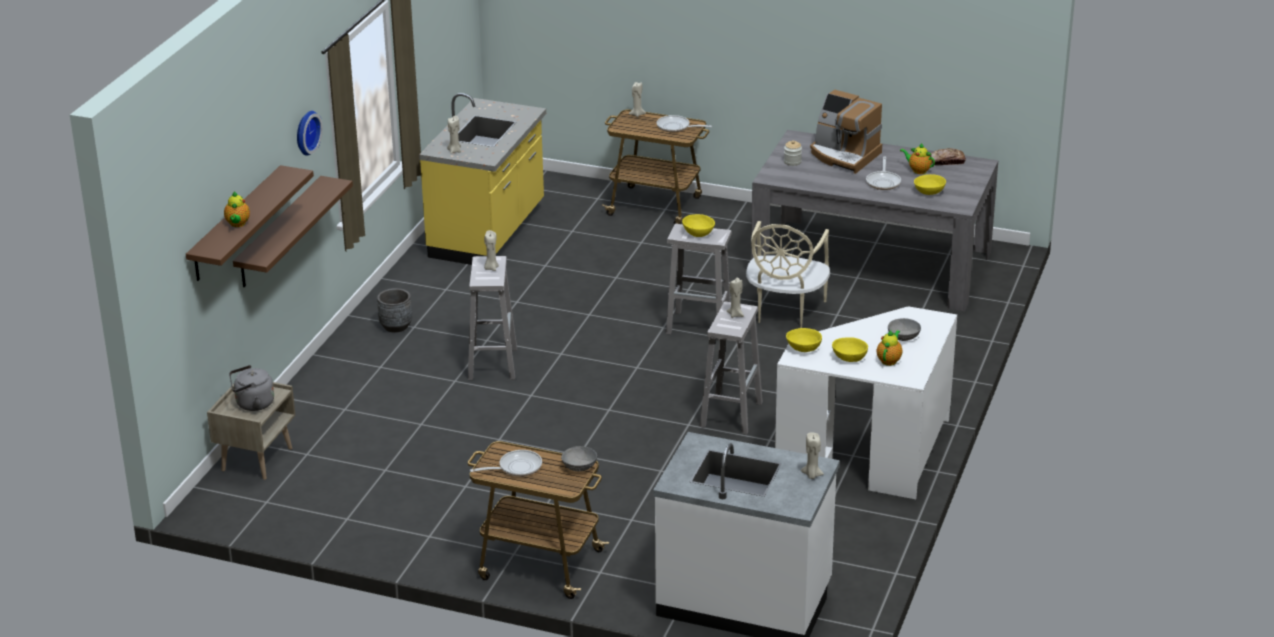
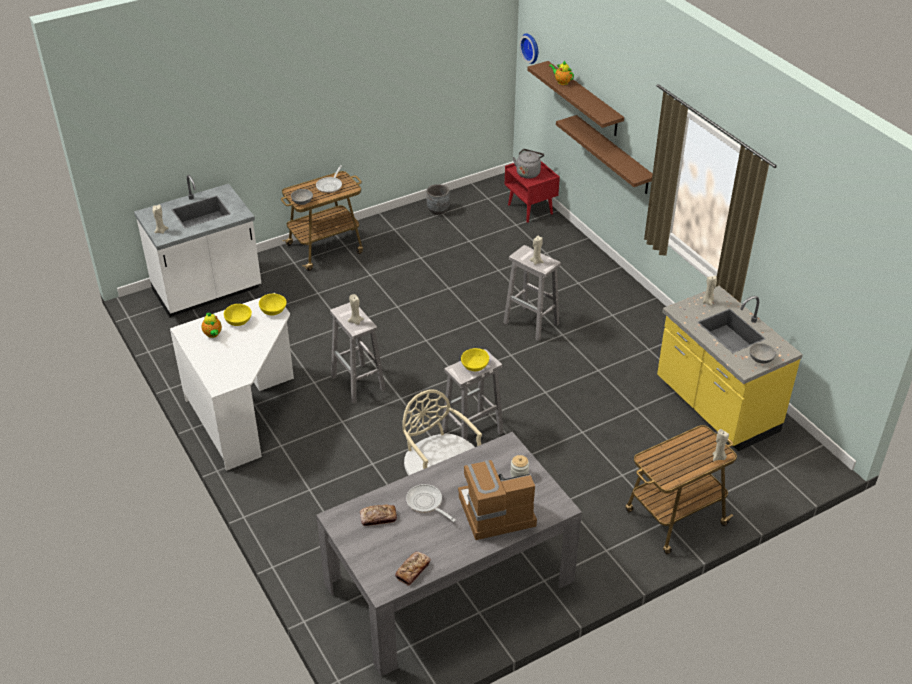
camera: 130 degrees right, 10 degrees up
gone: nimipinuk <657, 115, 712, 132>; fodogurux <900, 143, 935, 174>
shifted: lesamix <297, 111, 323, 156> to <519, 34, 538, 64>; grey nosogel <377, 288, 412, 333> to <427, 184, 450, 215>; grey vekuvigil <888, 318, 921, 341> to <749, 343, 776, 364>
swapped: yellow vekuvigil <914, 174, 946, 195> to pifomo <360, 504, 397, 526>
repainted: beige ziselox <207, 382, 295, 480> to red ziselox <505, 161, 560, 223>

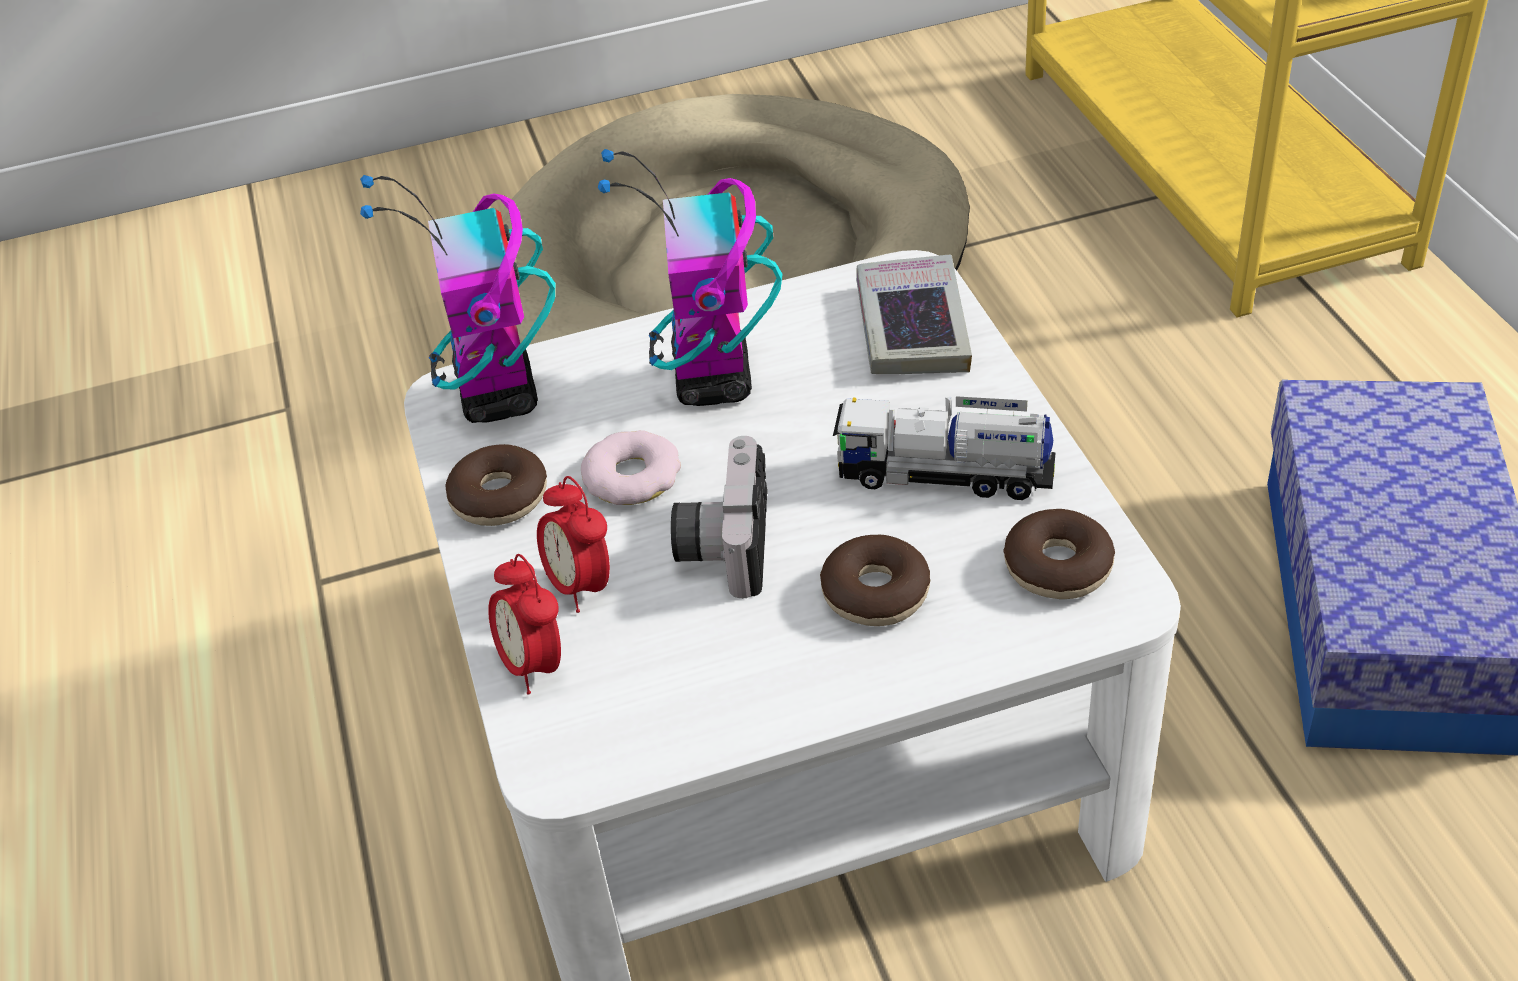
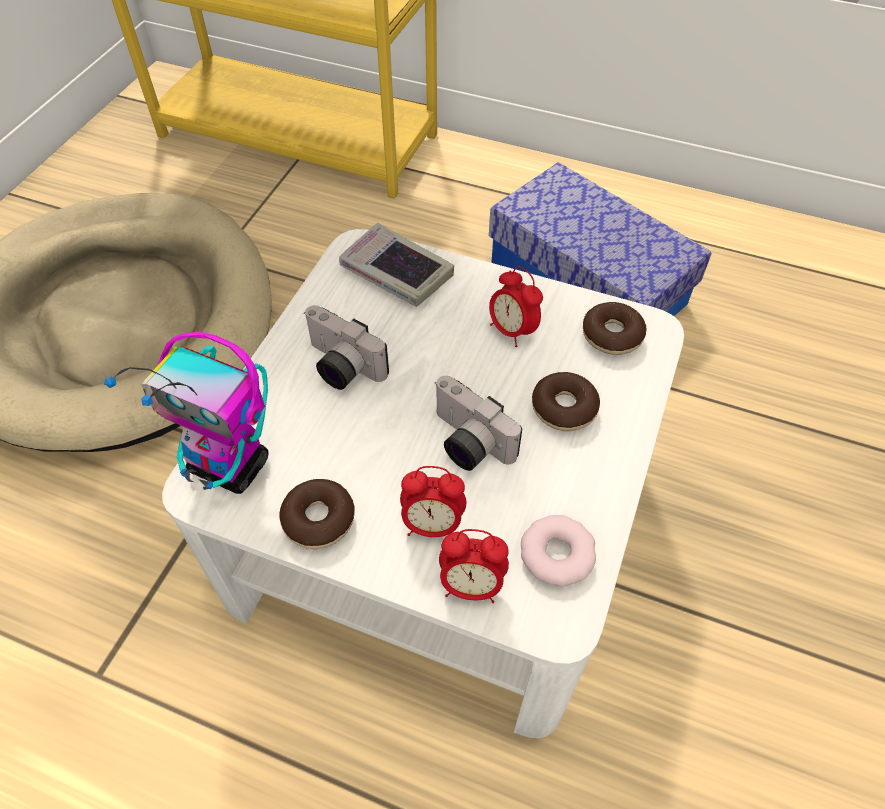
camera: 55 degrees left, 10 degrees up
shifted: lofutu <581, 430, 681, 505> to <521, 515, 596, 587>
swapped: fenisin <598, 149, 783, 406> to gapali <304, 305, 389, 390>; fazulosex <833, 396, 1056, 500> to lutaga <489, 267, 543, 347>

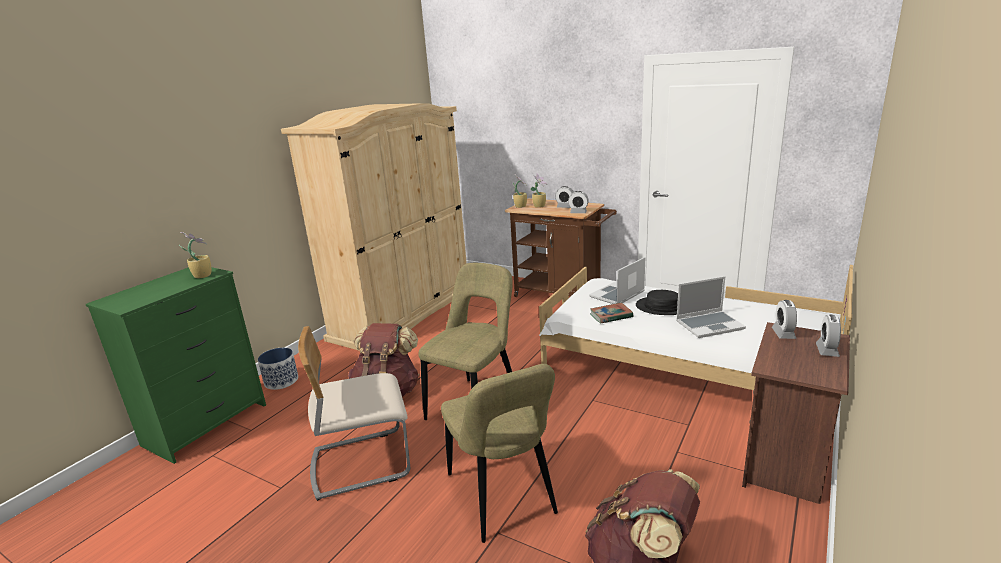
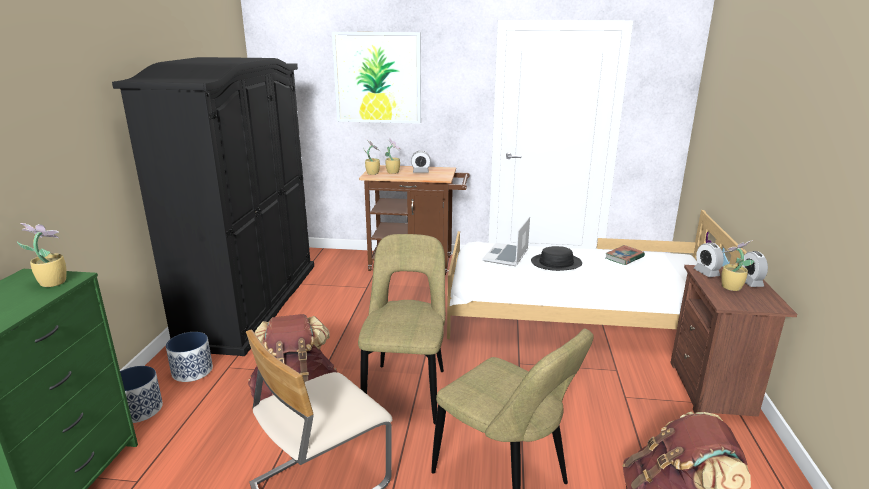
camera: 25 degrees left, 0 degrees up
gone: lutaga <568, 191, 589, 213>; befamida <676, 276, 746, 338>
new: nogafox <332, 32, 421, 124>; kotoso <721, 241, 754, 291>; nosogel <166, 332, 213, 382>
shifted: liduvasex <590, 303, 633, 324> to <605, 245, 645, 265>
repainted: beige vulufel <281, 103, 467, 351> to black vulufel <112, 57, 314, 356>

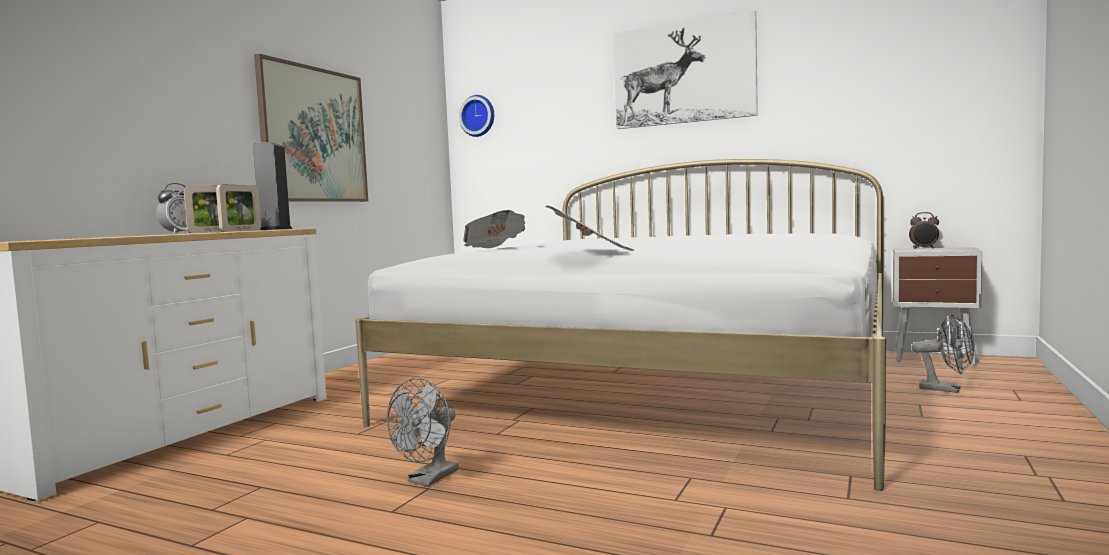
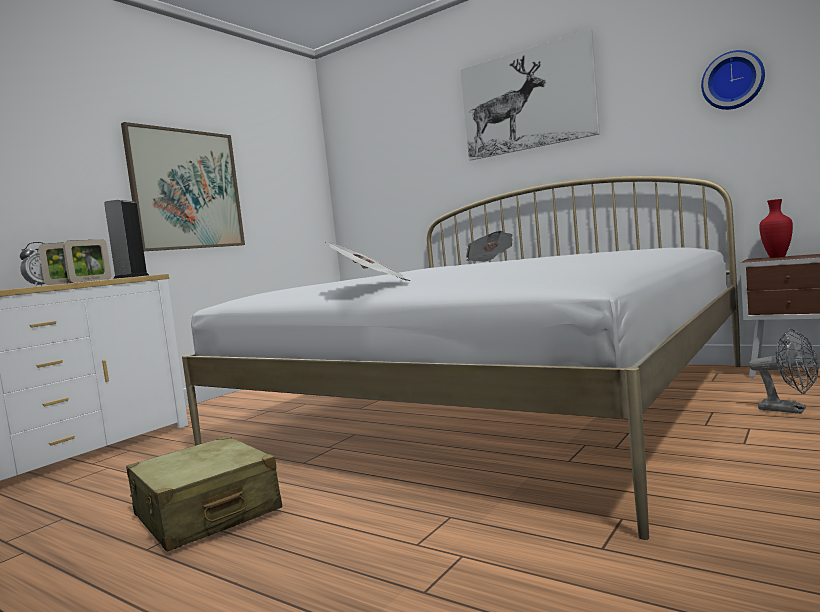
camera: 10 degrees right, 0 degrees up
shifted: lesamix <459, 95, 494, 137> to <701, 50, 765, 110>; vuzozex <463, 210, 525, 248> to <466, 231, 513, 262>
swapped: lutaga <909, 212, 939, 249> to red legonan <759, 199, 793, 258>; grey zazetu <387, 378, 459, 486> to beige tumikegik <126, 436, 282, 552>

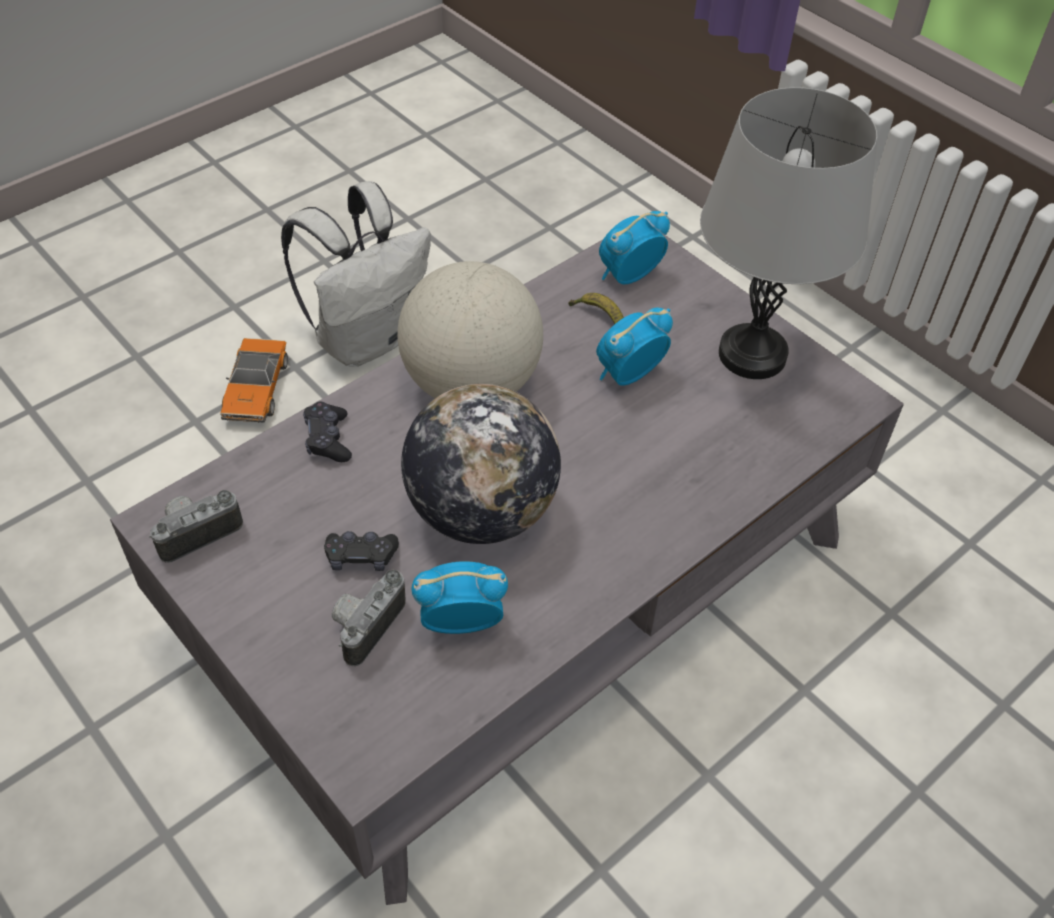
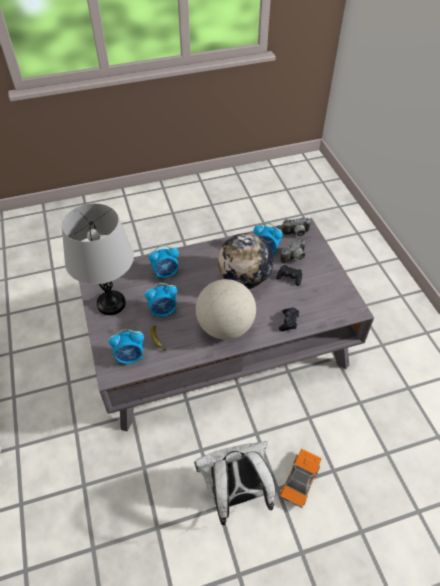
camera: 155 degrees left, 0 degrees up
new: lutaga <148, 245, 179, 279>
shifted: gapali <149, 490, 243, 563> to <282, 218, 311, 237>

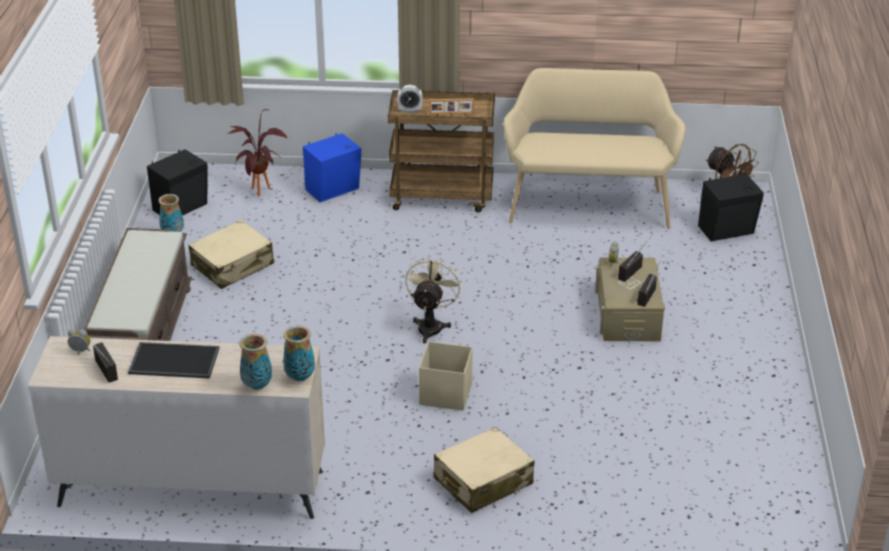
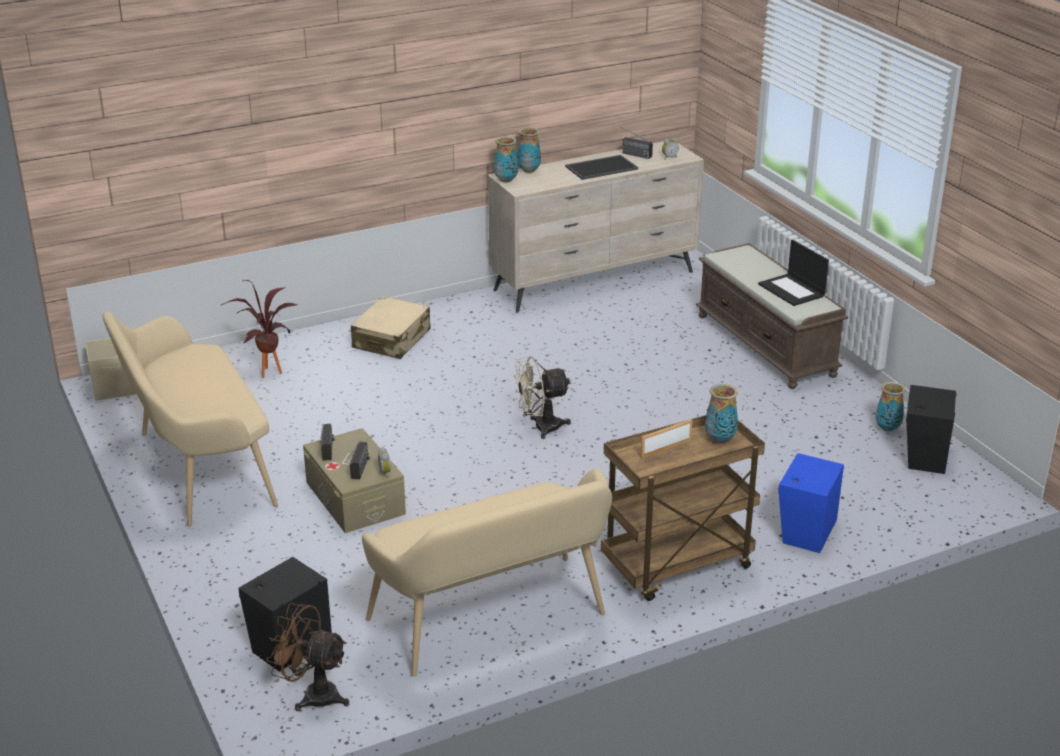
camera: 150 degrees right, 5 degrees down
gone: beige tumikegik <189, 220, 274, 289>
new: befamida <758, 240, 829, 306>; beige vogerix <103, 312, 278, 526>
shifted: kotoso <229, 109, 288, 197> to <221, 280, 297, 378>; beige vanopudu <419, 341, 473, 411> to <85, 338, 136, 401>
swapped: lutaga <397, 85, 423, 112> to legonan <705, 384, 738, 443>
rotated: beige zazetu <405, 255, 462, 343> = <514, 356, 571, 439> 90 degrees clockwise

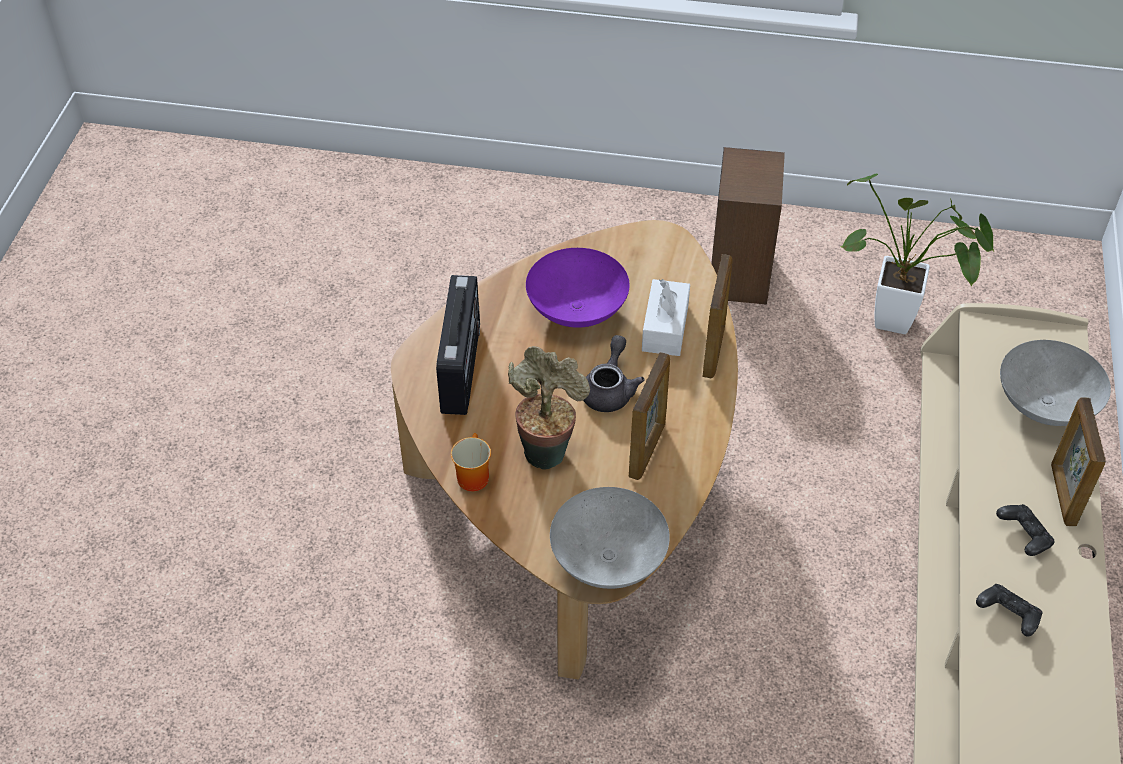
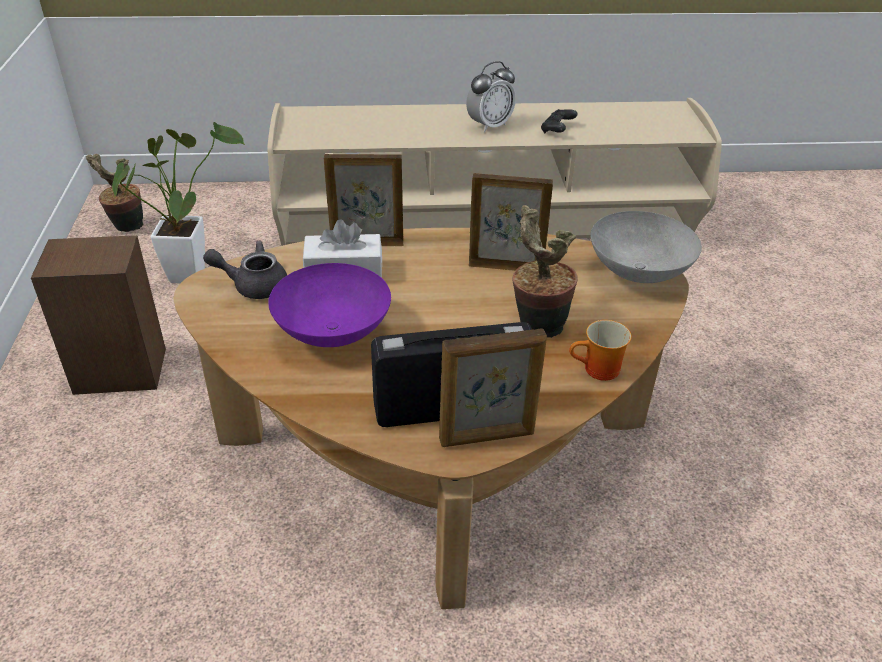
camera: 105 degrees left, 10 degrees down
gone: grey vekuvigil <1000, 340, 1111, 426>
new: kotoso <86, 154, 143, 232>
shifted: grey fodogurux <583, 335, 645, 412> to <203, 241, 287, 299>; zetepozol <1051, 397, 1106, 526> to <439, 328, 547, 447>
swapped: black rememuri <996, 504, 1055, 556> to lutaga <466, 61, 516, 133>

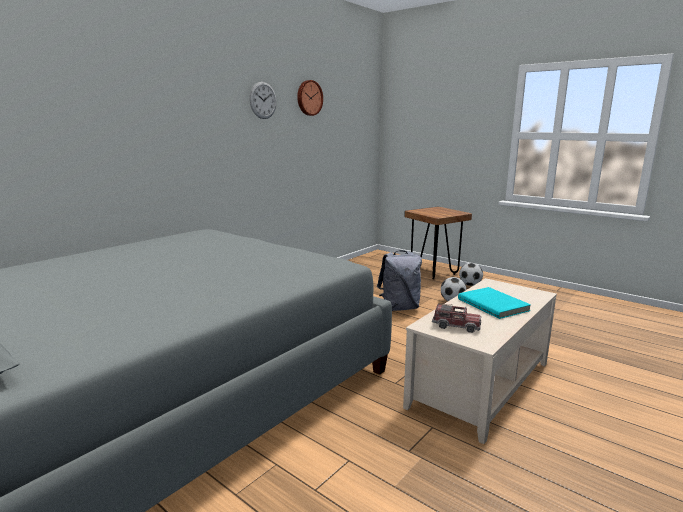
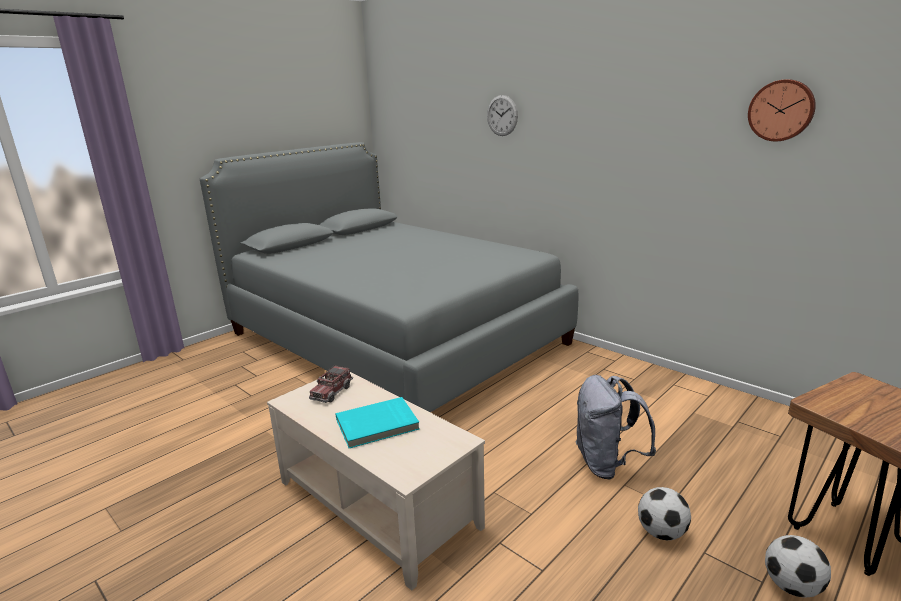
camera: 95 degrees right, 5 degrees up
shifted: lesamix <249, 82, 277, 119> to <487, 95, 518, 136>

